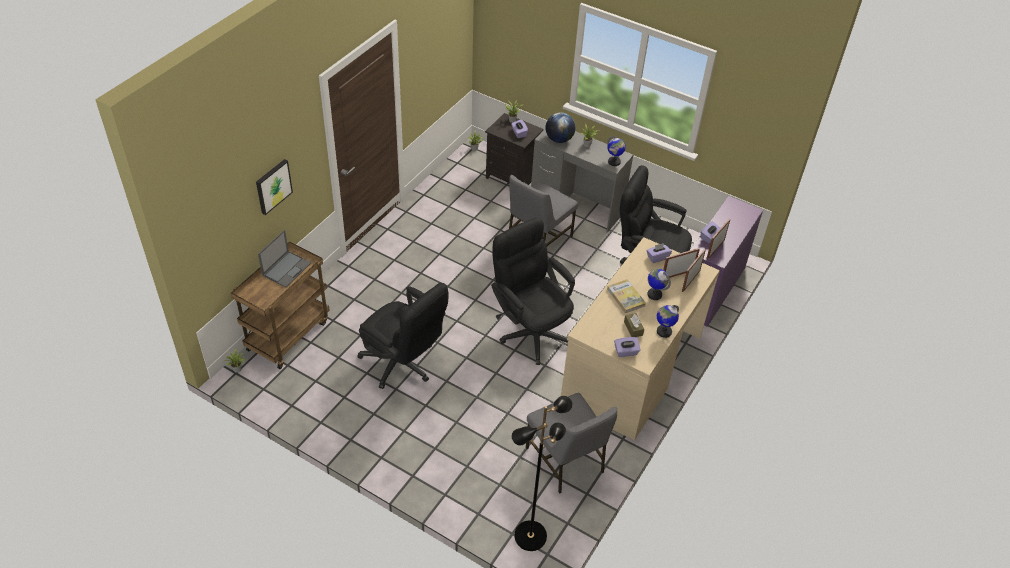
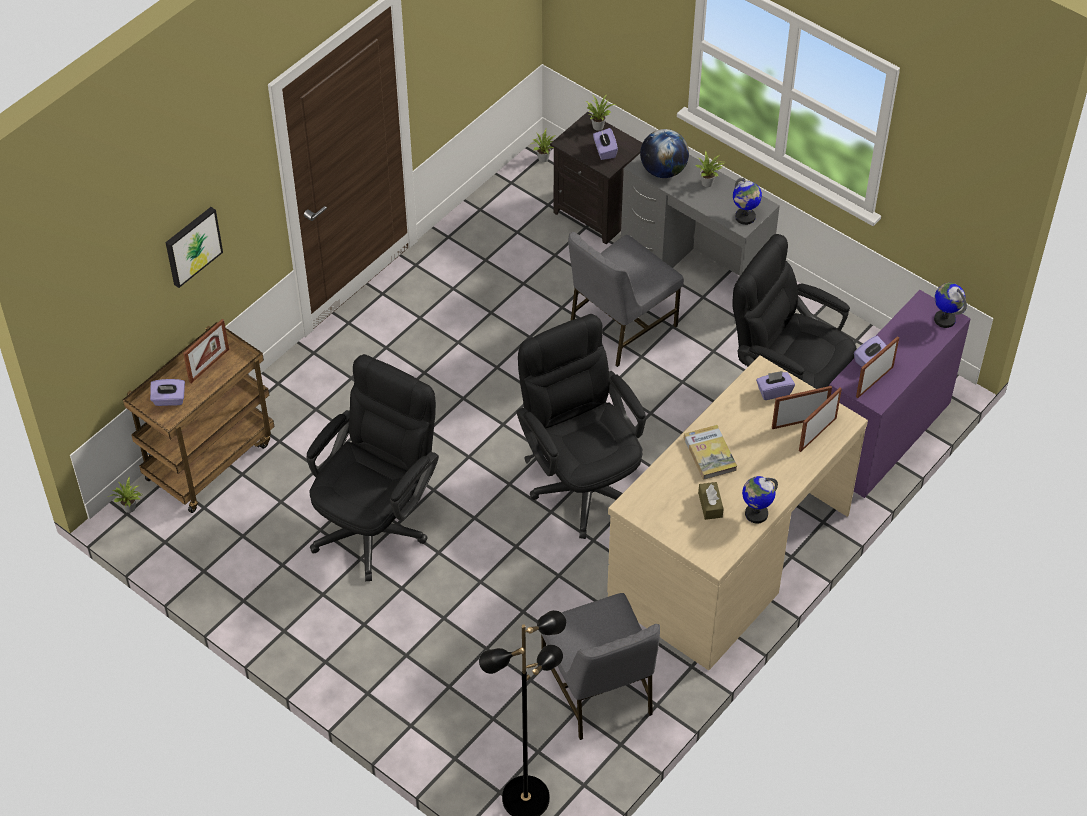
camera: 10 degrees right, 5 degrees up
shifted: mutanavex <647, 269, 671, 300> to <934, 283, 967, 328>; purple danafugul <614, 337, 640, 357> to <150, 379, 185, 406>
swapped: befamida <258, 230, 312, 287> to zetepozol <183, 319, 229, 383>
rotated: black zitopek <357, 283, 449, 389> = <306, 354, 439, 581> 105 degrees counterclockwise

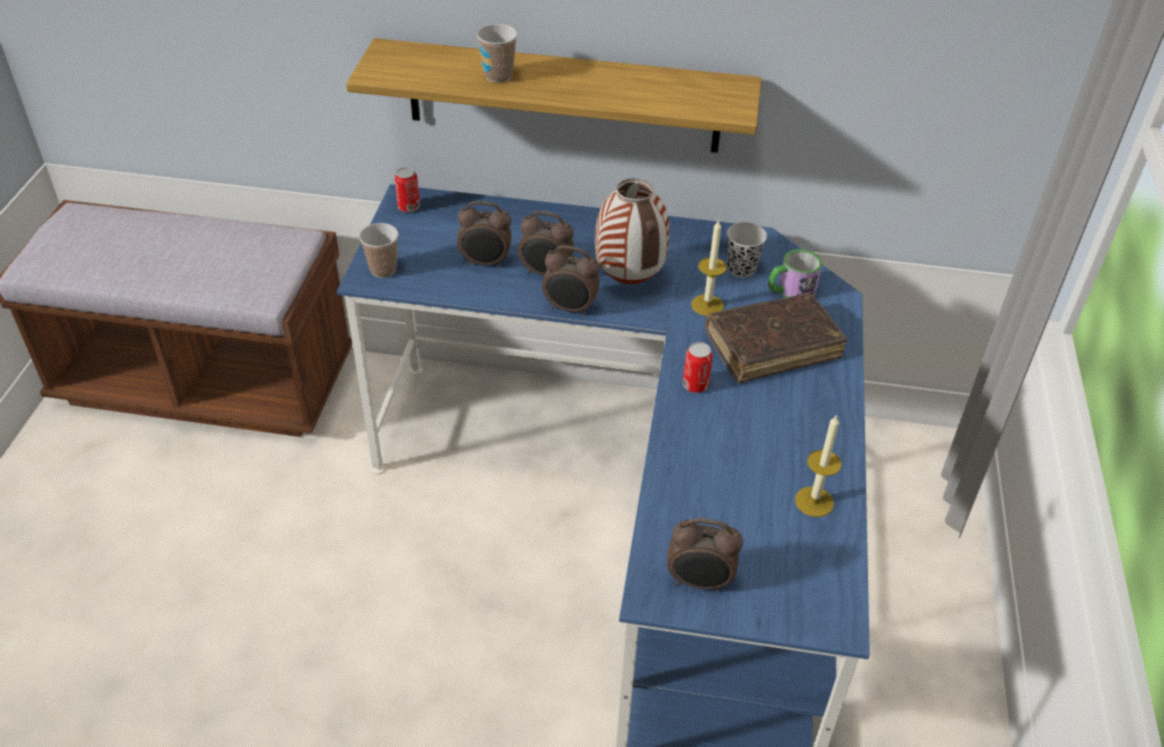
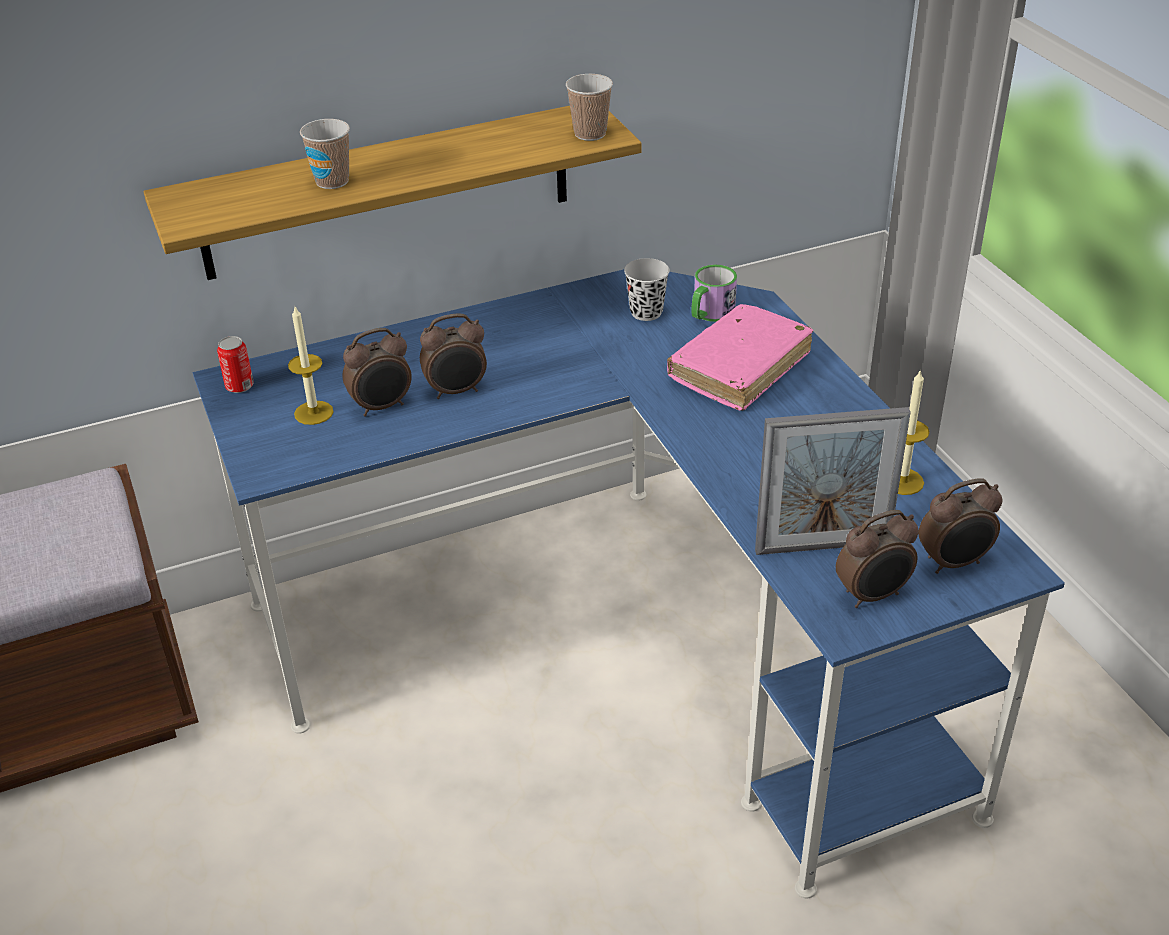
camera: 30 degrees left, 5 degrees down
gone: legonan <595, 178, 669, 284>; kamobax <683, 342, 713, 393>
new: zetepozol <755, 407, 911, 555>
shifted: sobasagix <691, 219, 727, 316> to <288, 307, 333, 425>; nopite <359, 223, 399, 278> to <566, 74, 613, 141>; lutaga <542, 246, 600, 316> to <919, 479, 1003, 574>
repainted: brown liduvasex <705, 293, 847, 383> to pink liduvasex <667, 304, 813, 411>

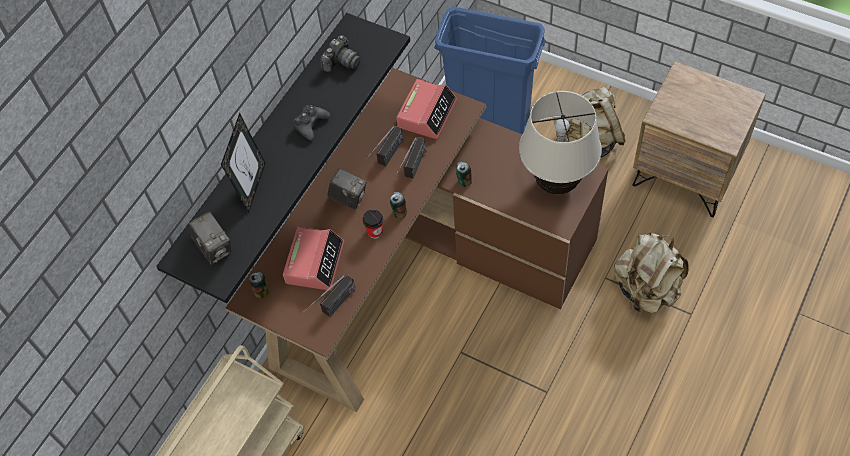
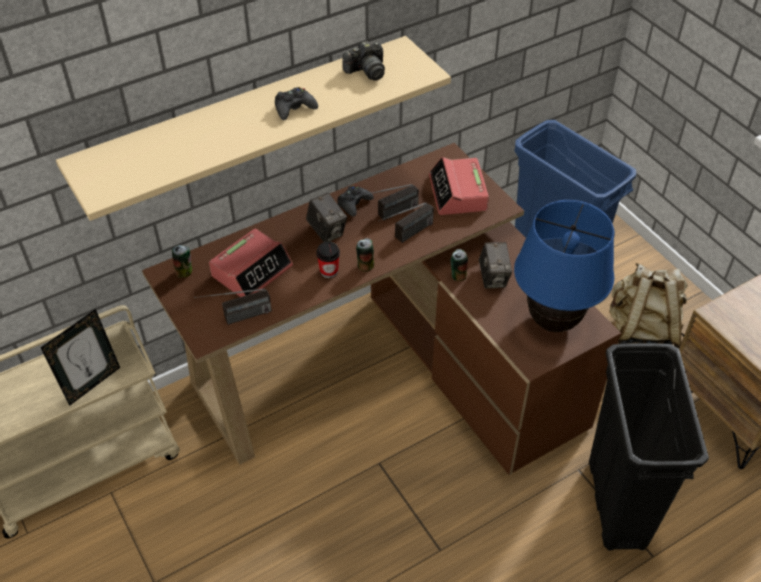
camera: 25 degrees right, 10 degrees down
new: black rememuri <337, 185, 374, 217>
shifted: zetepozol <221, 113, 265, 213> to <41, 309, 120, 406>; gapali <189, 212, 231, 265> to <479, 242, 512, 289>
swapped: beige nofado <614, 233, 689, 313> to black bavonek <589, 343, 709, 551>
repainted: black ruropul <156, 13, 410, 303> to beige ruropul <56, 36, 451, 221>; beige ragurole <519, 91, 602, 195> to blue ragurole <514, 200, 615, 332>
rotated: lutaga <397, 79, 457, 139> = <429, 157, 489, 215> 120 degrees clockwise

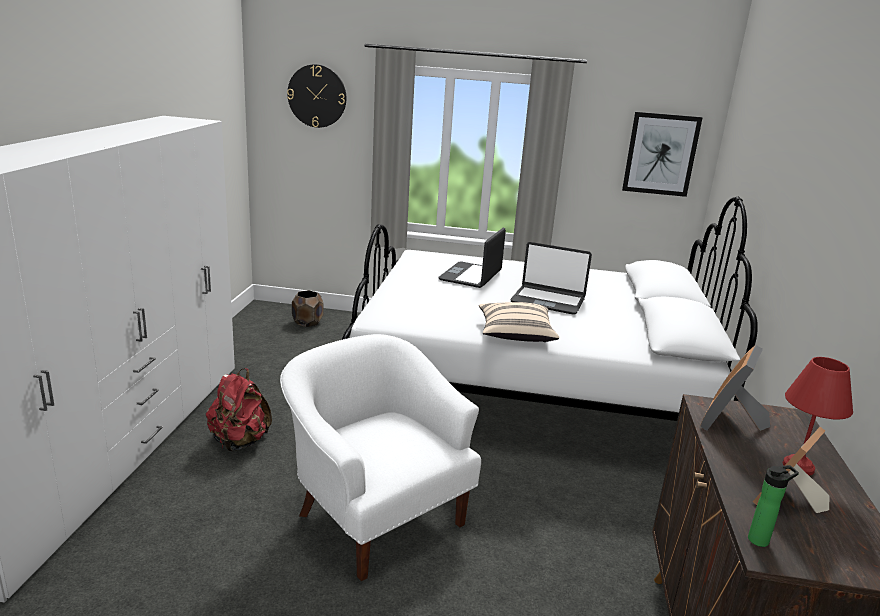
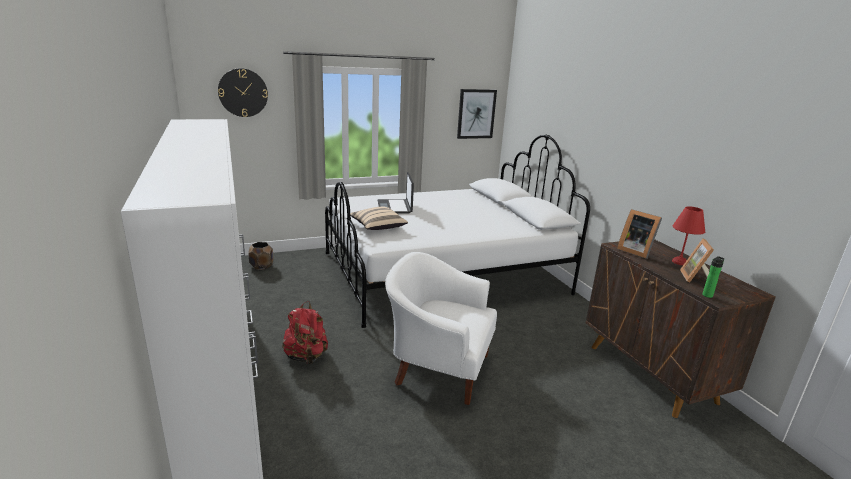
camera: 30 degrees left, 0 degrees up
gone: befamida <510, 242, 592, 315>
shifted: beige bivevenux <479, 302, 559, 342> to <350, 207, 408, 230>
rotated: zetepozol <700, 345, 770, 431> = <617, 209, 662, 259> 45 degrees counterclockwise

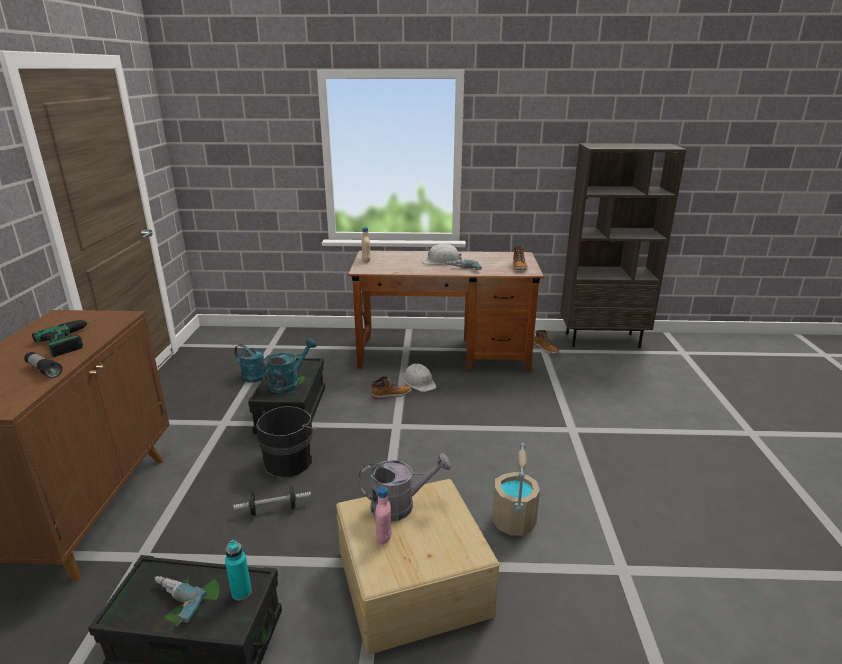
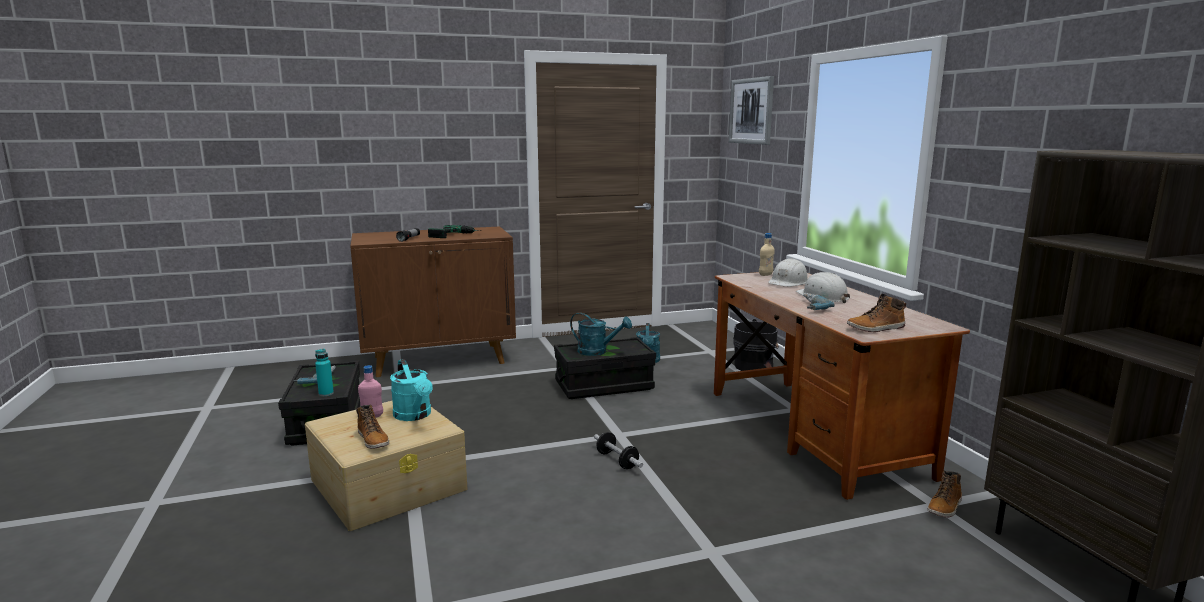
camera: 70 degrees right, 10 degrees down
gone: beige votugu <493, 443, 540, 536>
new: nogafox <729, 76, 774, 145>
shifted: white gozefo <403, 363, 436, 392> to <768, 258, 807, 287>; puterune <371, 376, 412, 399> to <356, 405, 389, 449>; black votugu <256, 406, 318, 477> to <733, 319, 779, 371>; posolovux <233, 486, 311, 516> to <594, 432, 643, 469>
repainted: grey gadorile <358, 453, 451, 522> to turquoise gadorile <390, 359, 433, 421>

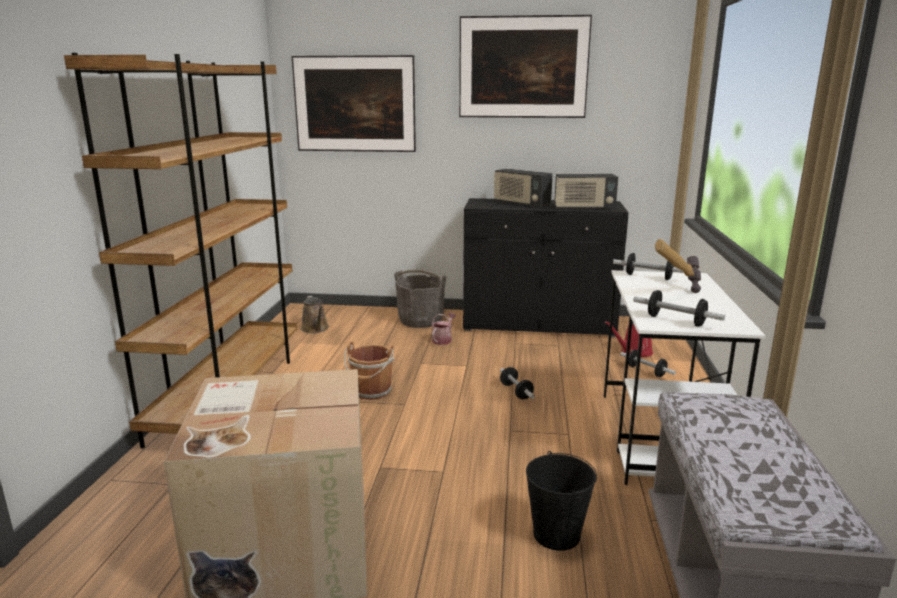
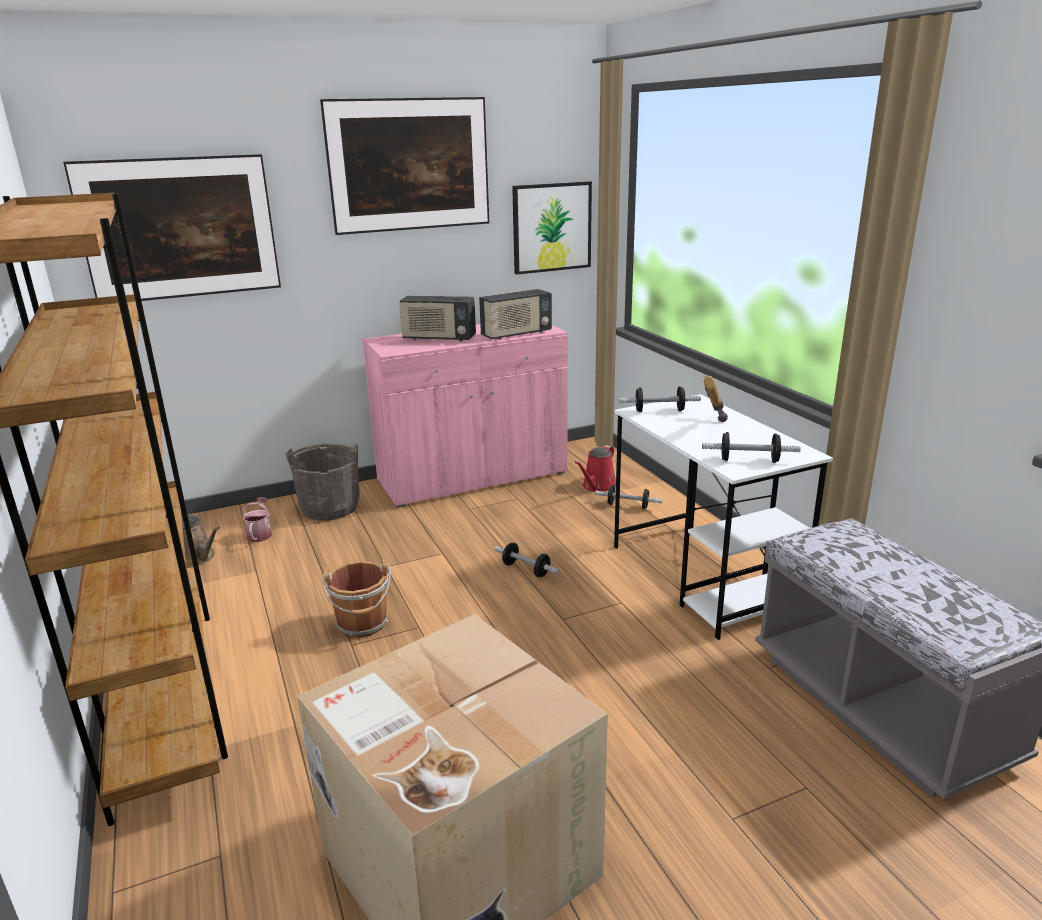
camera: 30 degrees left, 5 degrees up
gone: black votugu <526, 451, 597, 551>
new: nogafox <512, 181, 592, 275>
shifted: gadorile <432, 313, 456, 345> to <241, 497, 272, 542>
repainted: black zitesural <463, 198, 629, 337> to pink zitesural <363, 324, 568, 508>

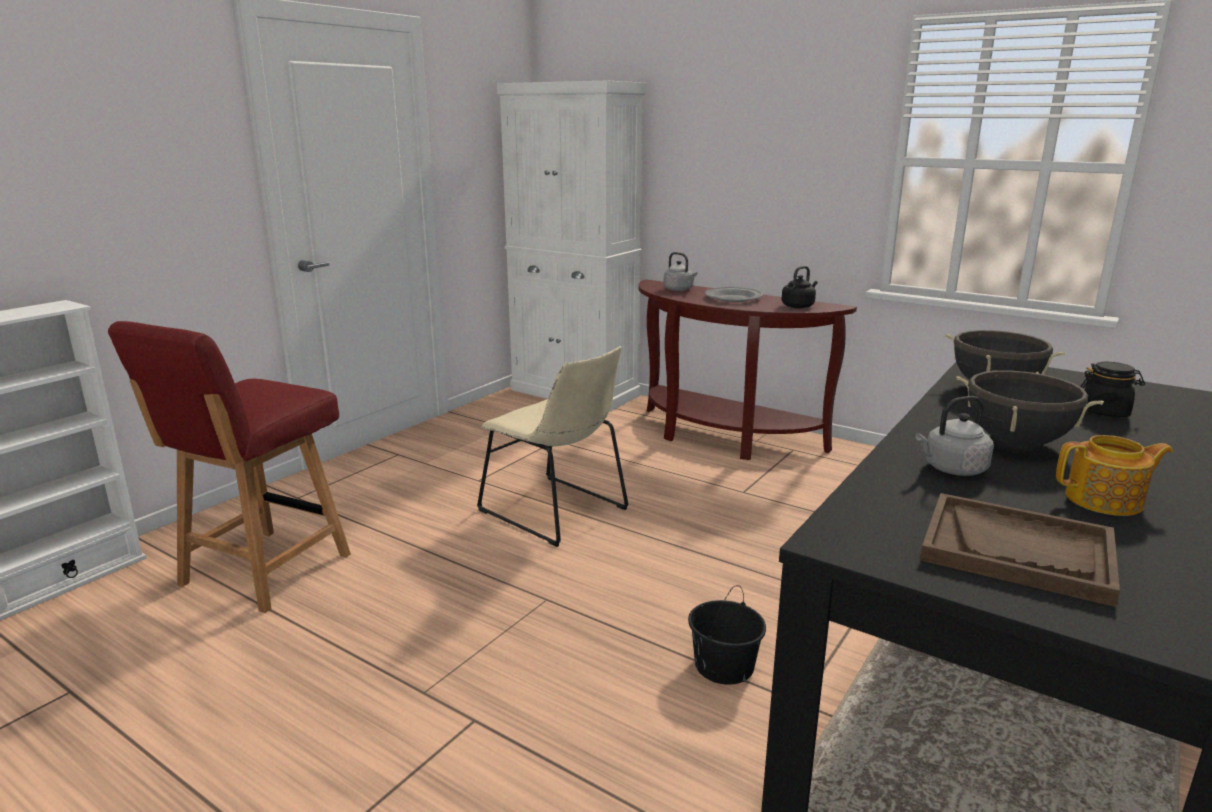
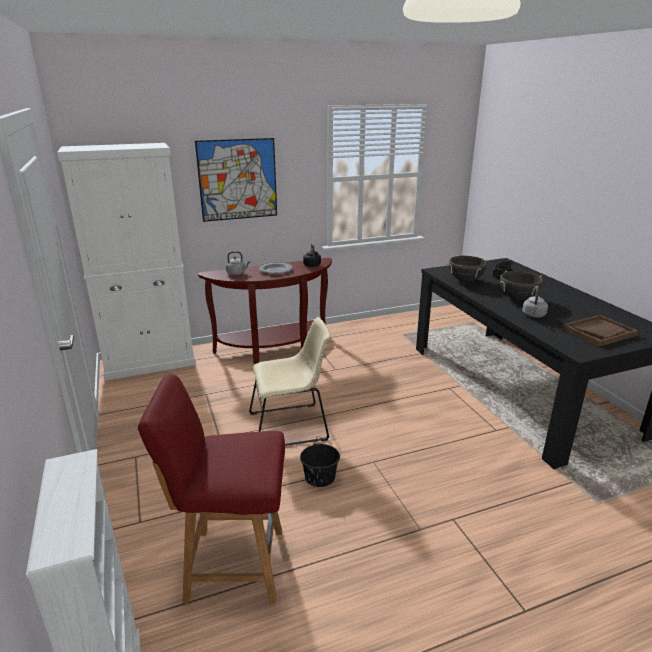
camera: 55 degrees left, 5 degrees up
gone: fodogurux <1056, 435, 1173, 516>
new: nogafox <195, 138, 277, 222>
shifted: black votugu <688, 585, 766, 685> to <300, 436, 340, 487>
rotated: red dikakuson <108, 321, 351, 613> = <138, 374, 285, 604> 120 degrees clockwise

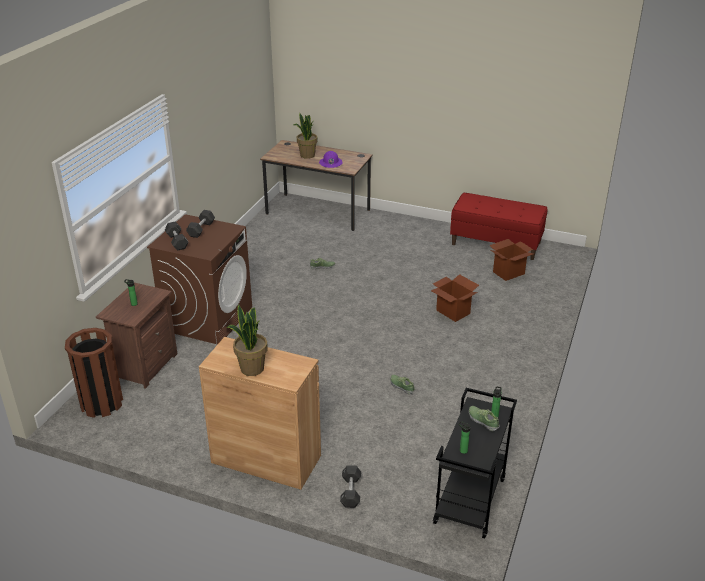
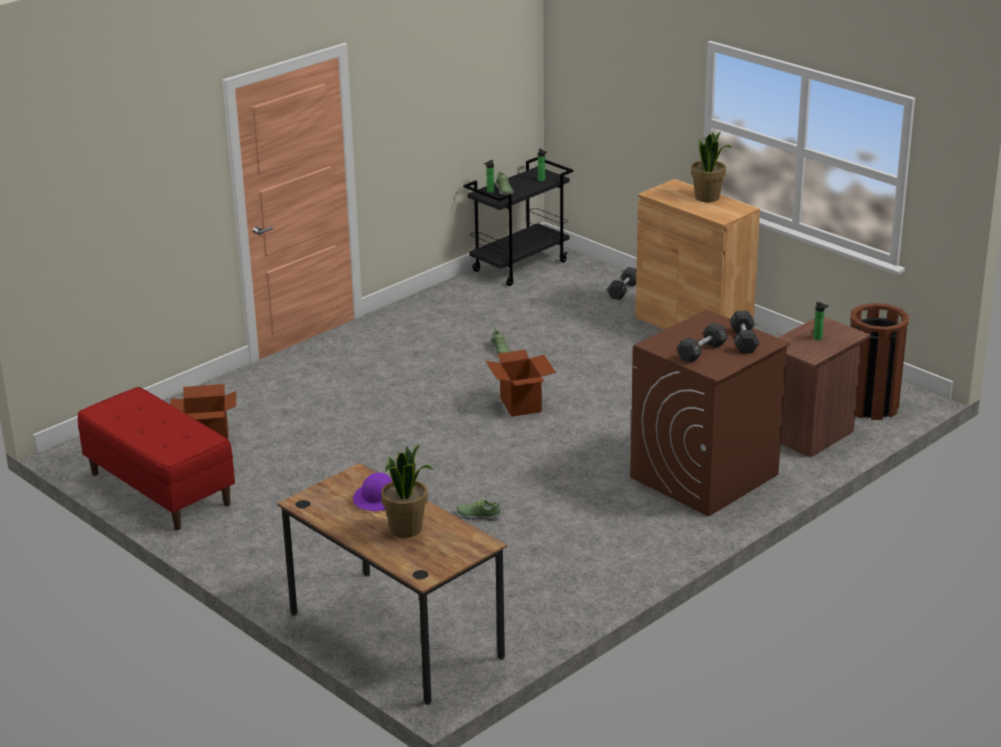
camera: 155 degrees left, 5 degrees down
shifted: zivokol <431, 274, 479, 322> to <486, 349, 556, 417>

